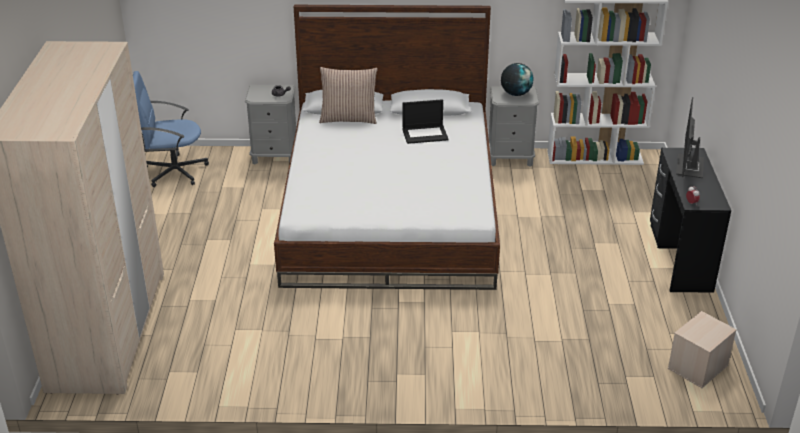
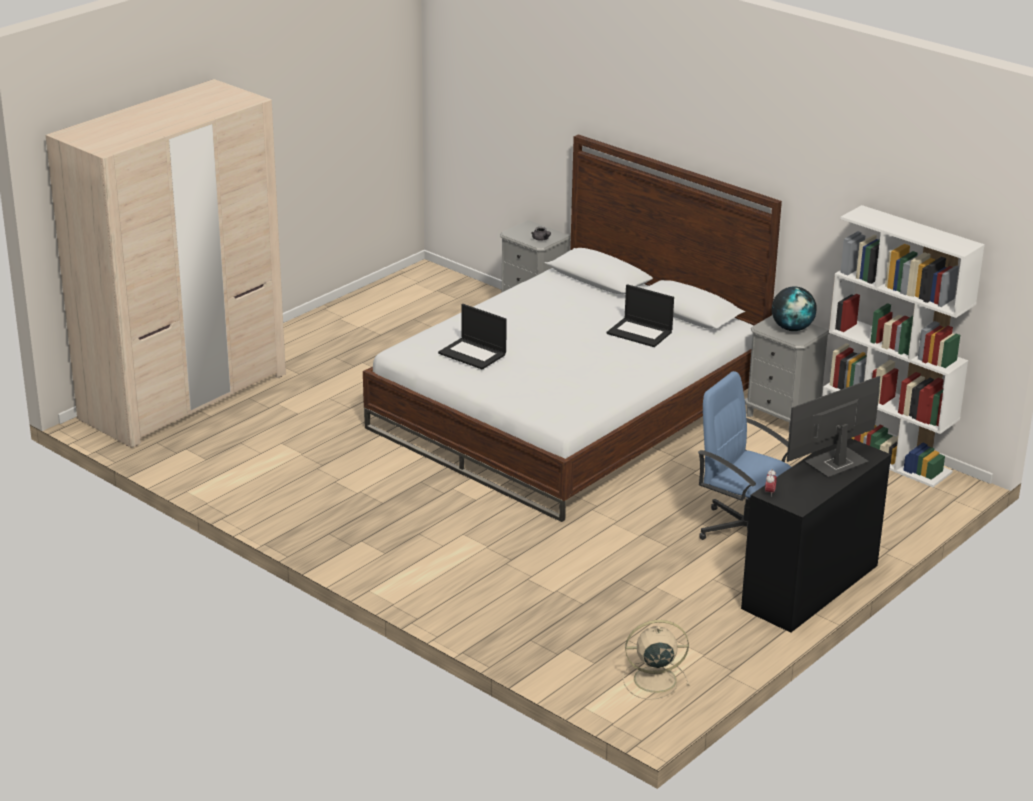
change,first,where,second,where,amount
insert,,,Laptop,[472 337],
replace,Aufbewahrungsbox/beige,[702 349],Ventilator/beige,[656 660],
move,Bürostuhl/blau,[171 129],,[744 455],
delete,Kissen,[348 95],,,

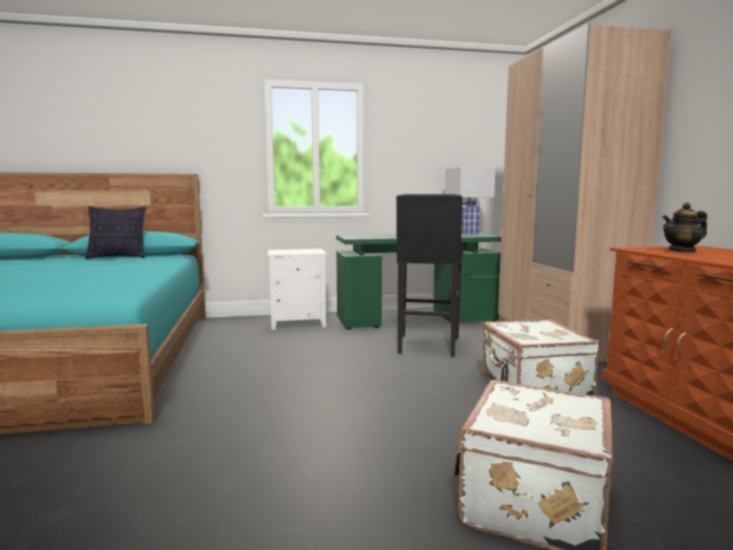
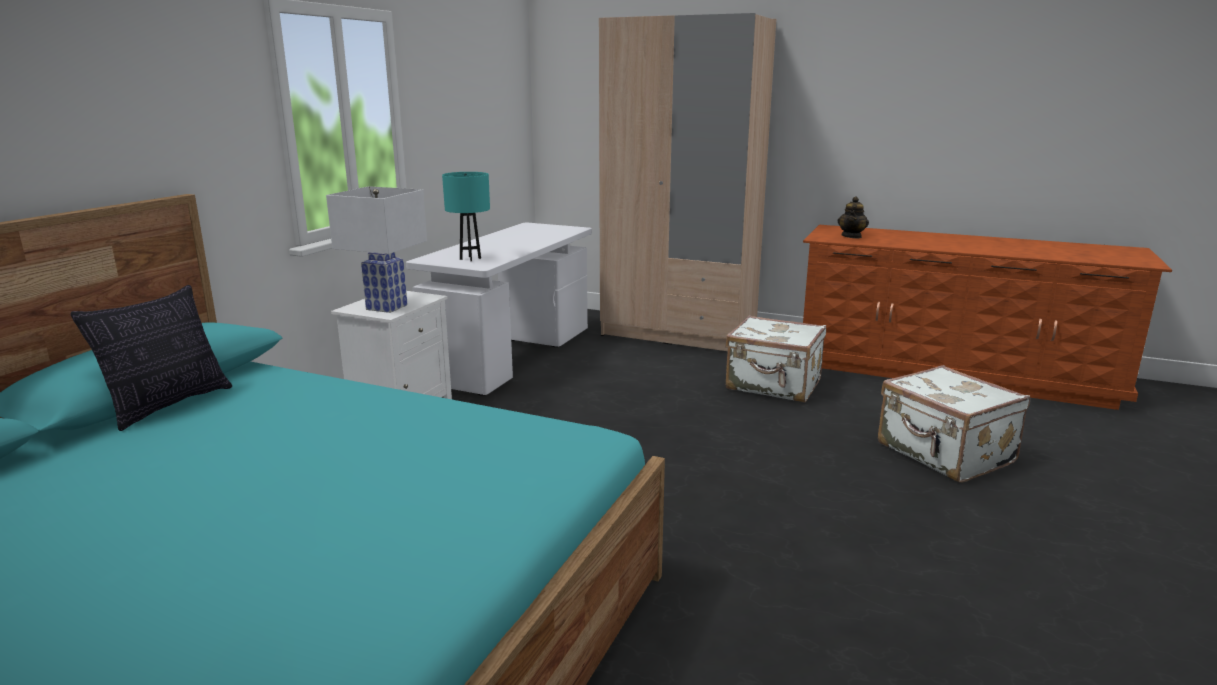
change,first,where,second,where,amount
move,Tischlampe/weiß,[470 200],,[376 249],
recolor,Schreibtisch/grün,[418 280],Schreibtisch/weiß,[499 309],
insert,,,Tischlampe/türkis,[466 216],
delete,Hocker/schwarz,[429 275],,,

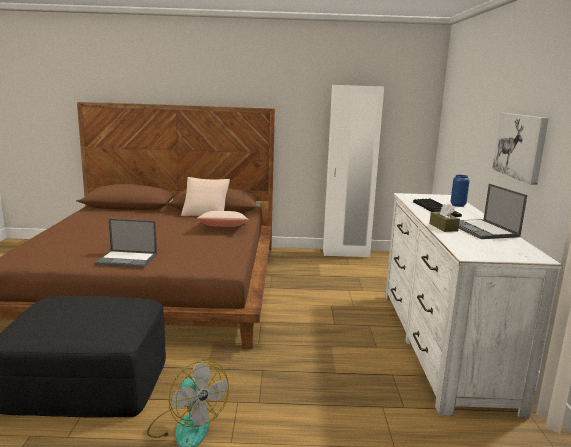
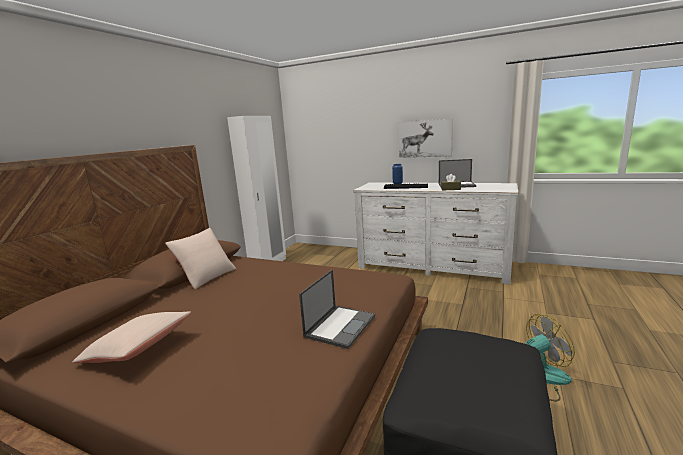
change,first,where,second,where,amount
move,Kissen/beige,[223 219],,[132 337],

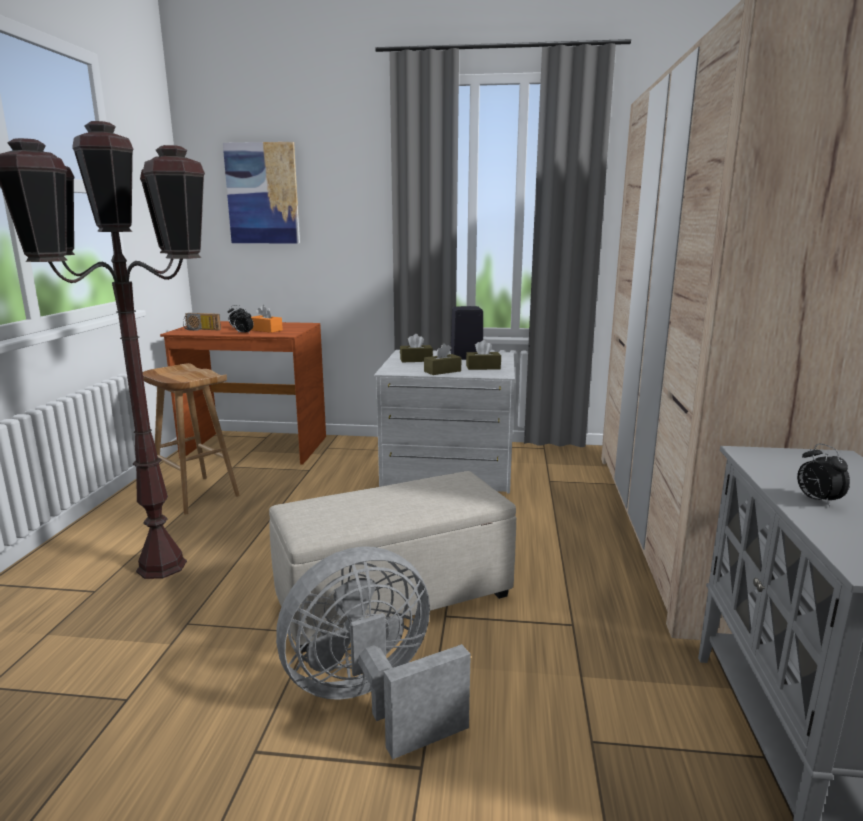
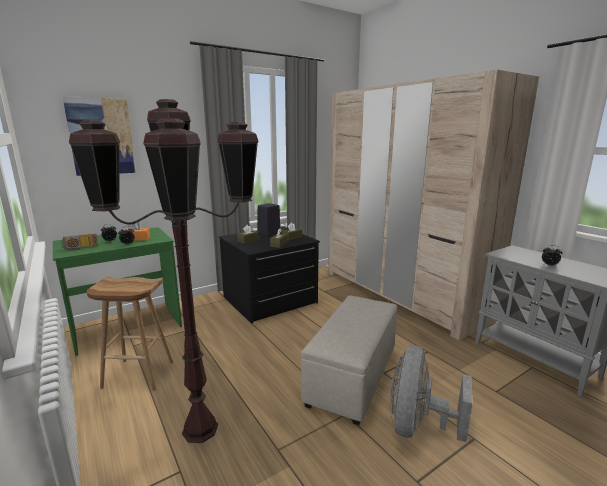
change,first,where,second,where,amount
recolor,Schreibtisch/braun,[243 393],Schreibtisch/grün,[117 291],
recolor,Kommode/weiß,[444 421],Kommode/schwarz,[269 275],

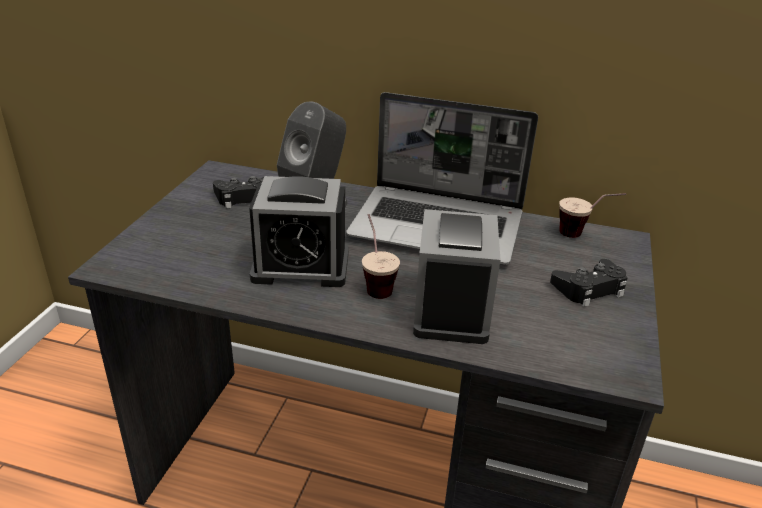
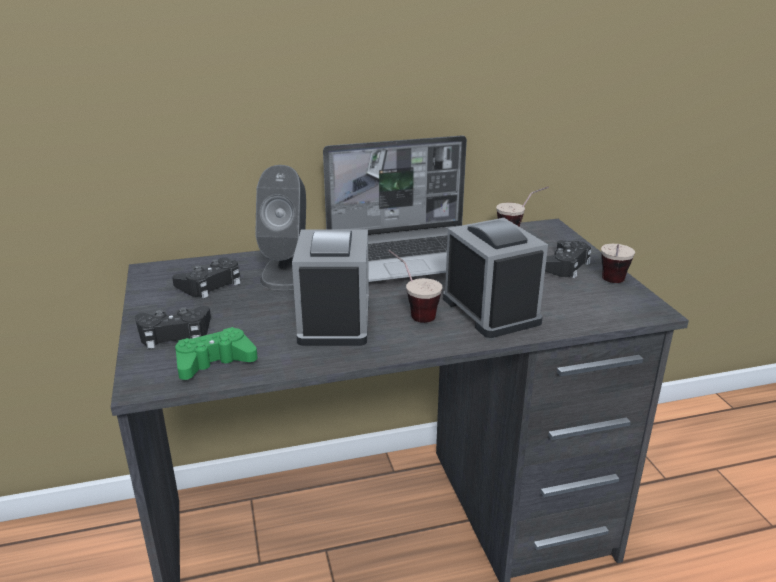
change,first,where,second,where,amount
insert,,,Gamepad/schwarz,[173 327],
insert,,,Gamepad/grün,[216 353],
rotate,Wecker,[299 231],,[330 288],60 degrees counterclockwise
insert,,,Tasse,[618 263],

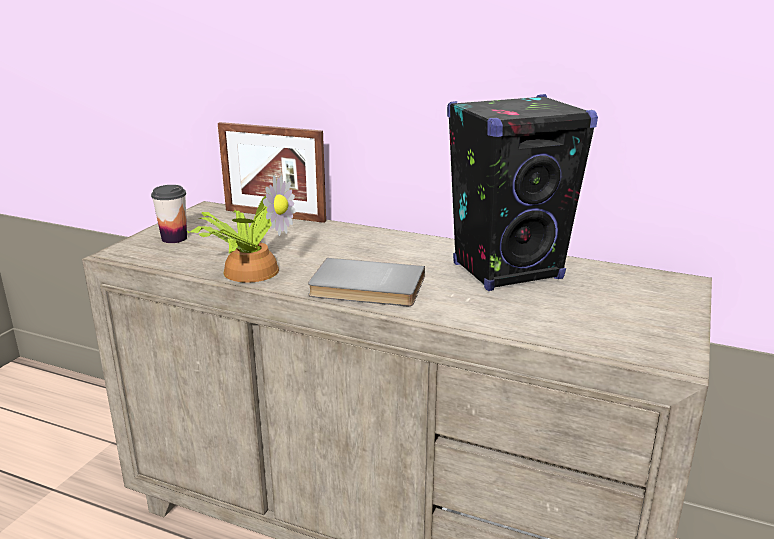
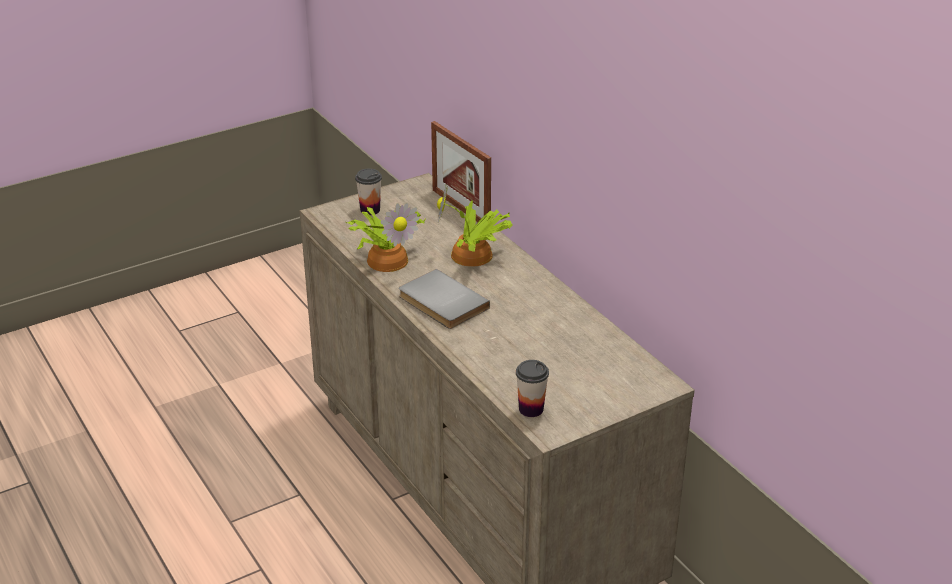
change,first,where,second,where,amount
insert,,,Topfpflanze,[474 225],
insert,,,Tasse,[532 388],
delete,Lautsprecher/schwarz,[522 192],,,

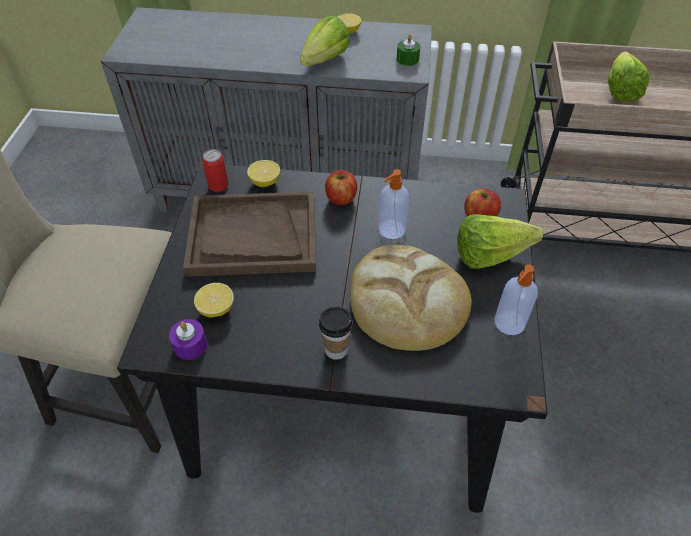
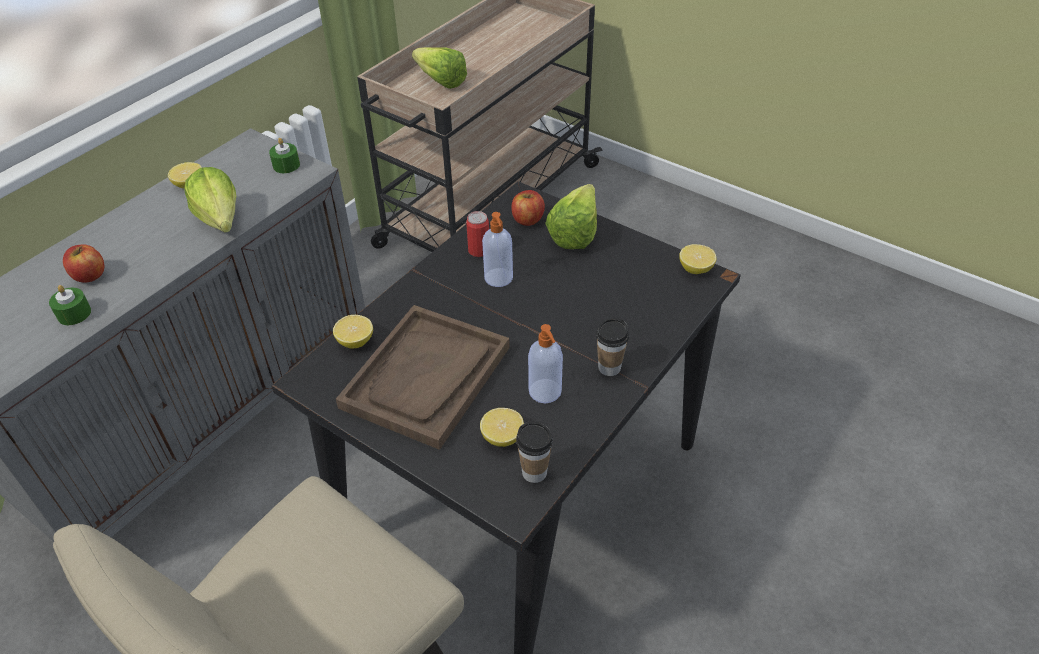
change,first,where,second,where,amount
insert,,,Kerze/grün,[70 305],
move,Apfel,[341 187],,[83 263],
move,Dose,[215 170],,[477 234],
replace,Kerze/lila,[188 339],Tasse,[534 452],
move,Seifenspender,[516 299],,[545 363],
insert,,,Zitrone,[697 259],
delete,Brot,[411 298],,,

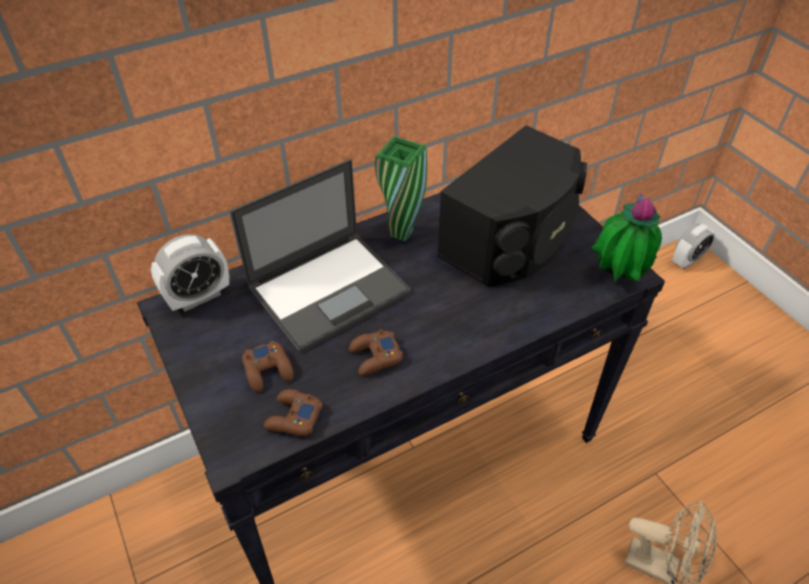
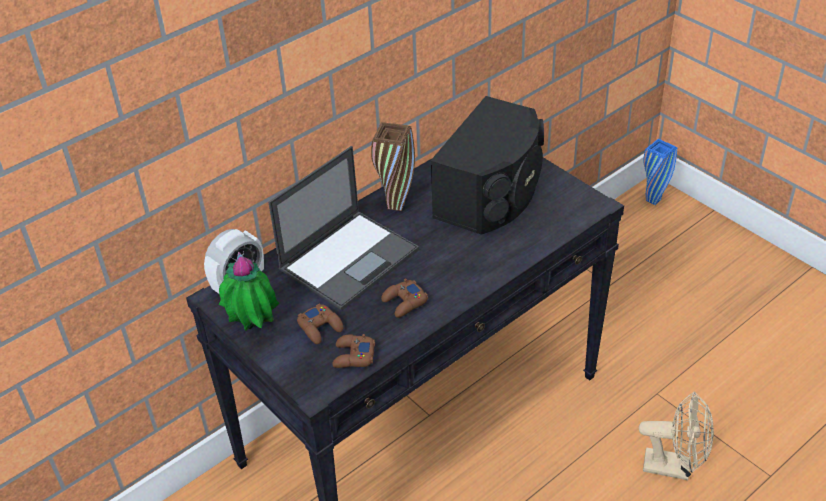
change,first,where,second,where,amount
move,Topfpflanze,[626 237],,[249 291],
recolor,Vase/grün,[401 189],Vase/braun,[393 166],
replace,Wecker,[693 246],Vase/blau,[660 172],

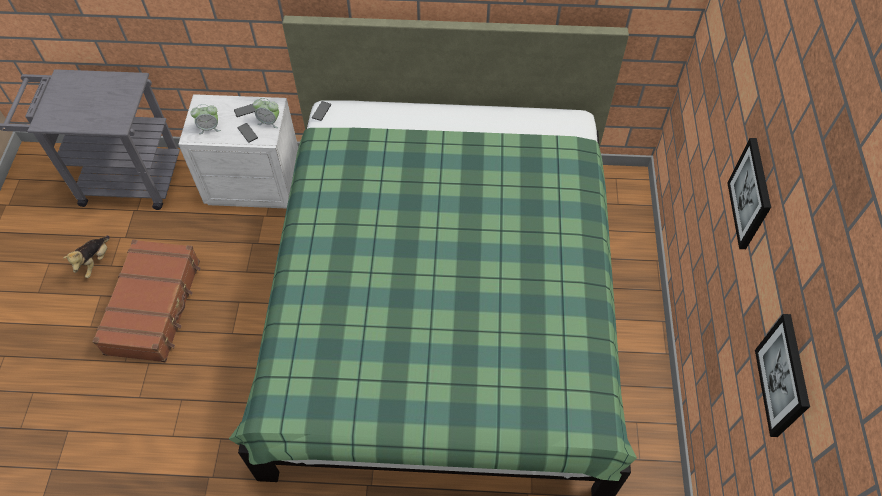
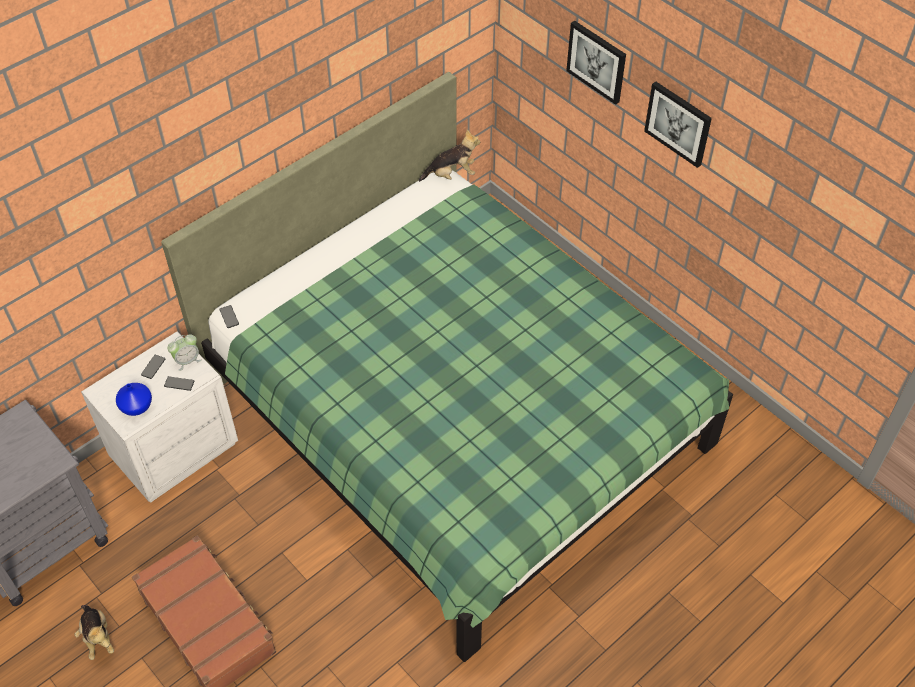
change,first,where,second,where,amount
replace,Wecker,[205 119],Vase/blau,[134 399],
insert,,,Plüschtier,[449 155],
move,Bild,[782 375],,[596 63],

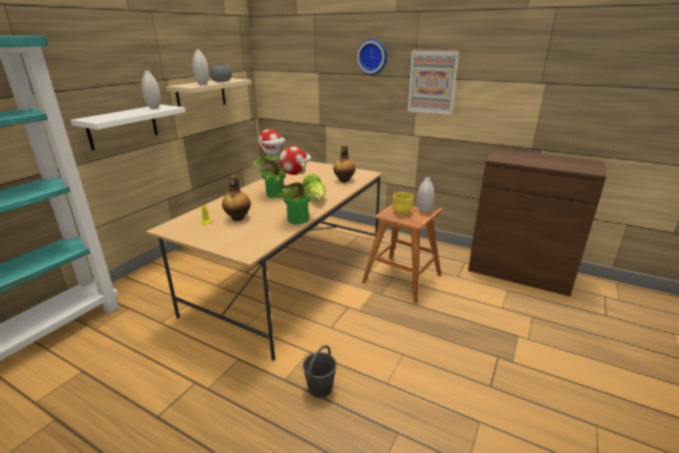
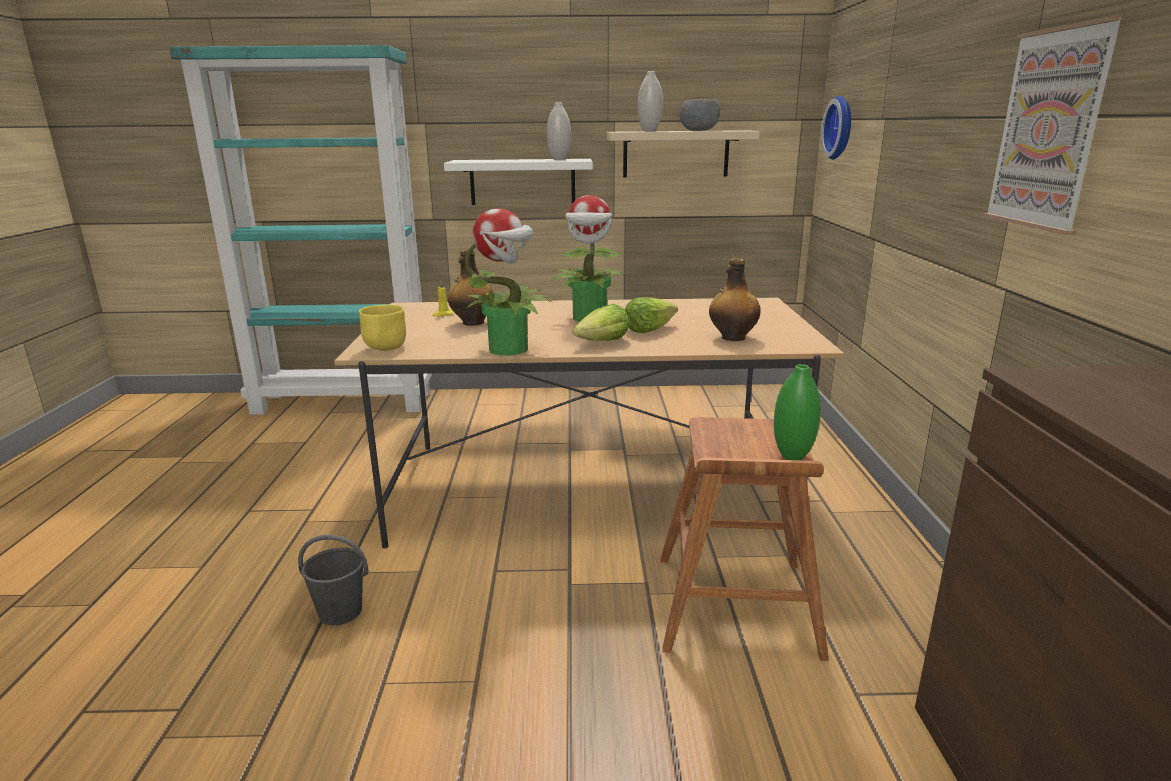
change,first,where,second,where,amount
move,Schüssel/gelb,[403 203],,[382 328],
recolor,Vase/weiß,[425 195],Vase/grün,[797 412],
move,Wanduhr,[372 57],,[836 128],

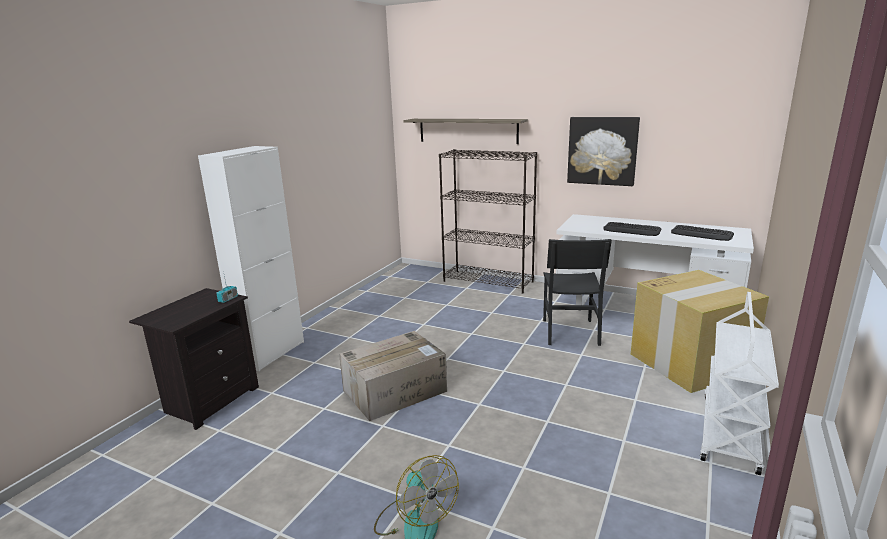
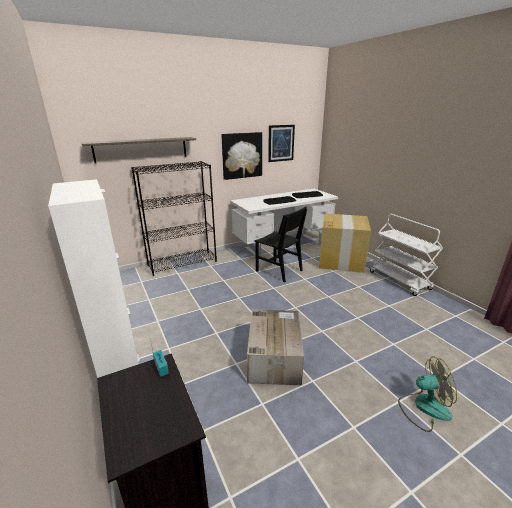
change,first,where,second,where,amount
insert,,,Bild,[281 143],

